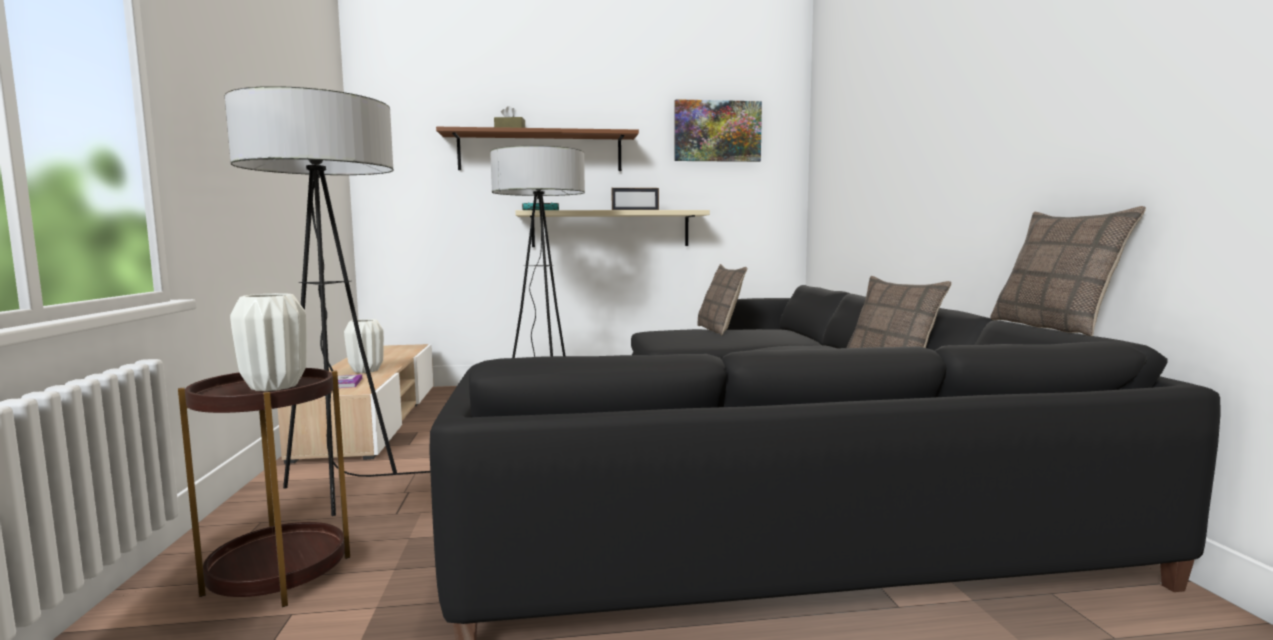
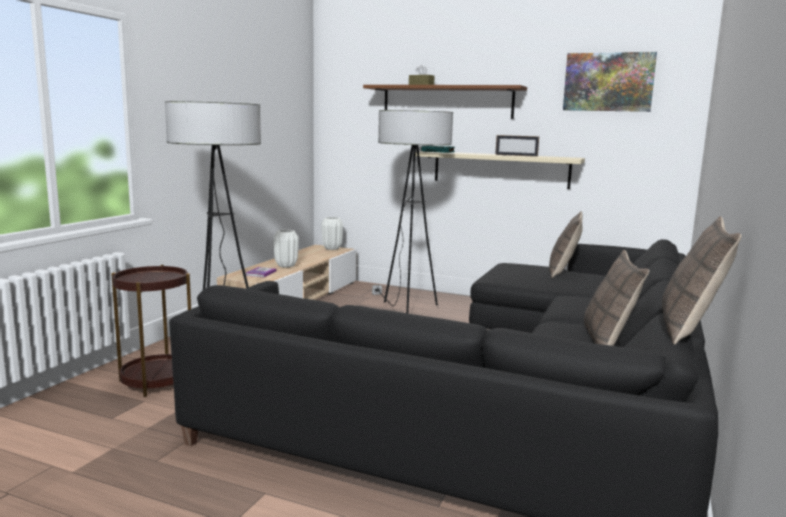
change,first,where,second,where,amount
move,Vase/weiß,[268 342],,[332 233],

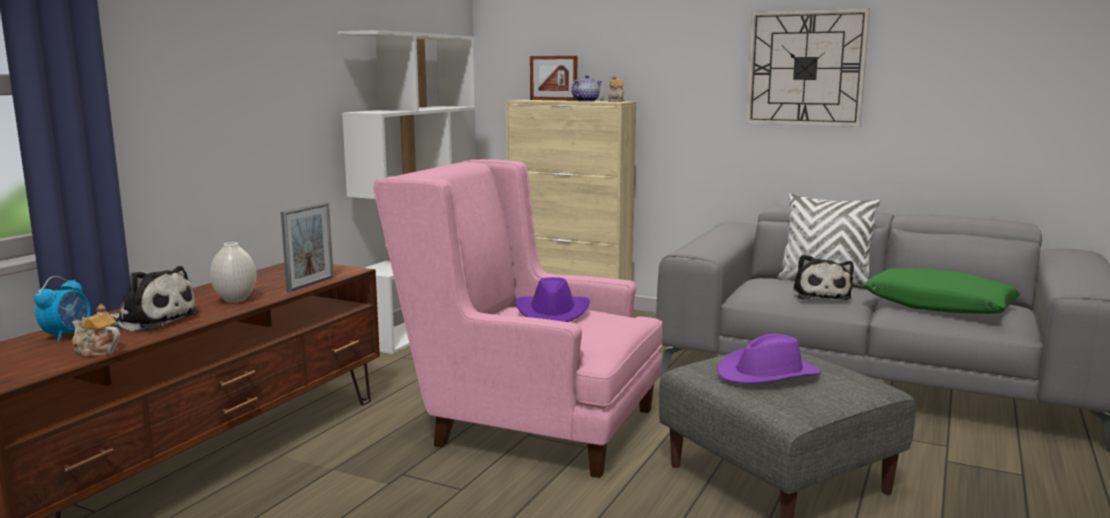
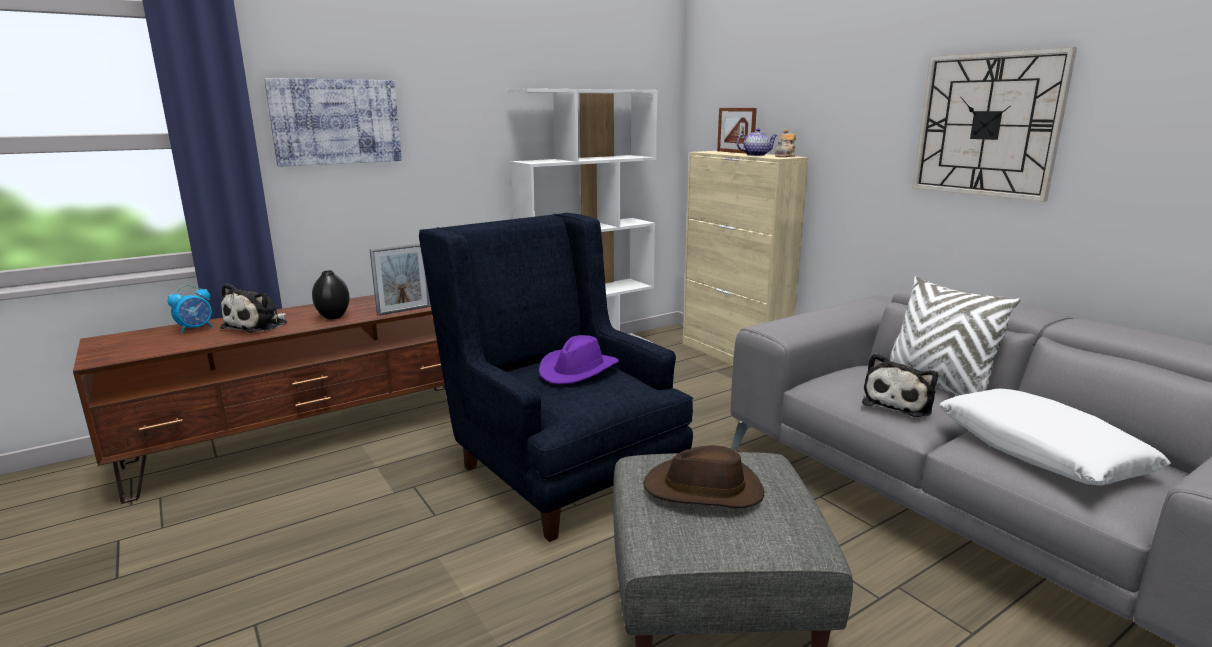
change,first,where,second,where,amount
rotate,Plüschtier,[154 298],,[253 307],60 degrees clockwise
insert,,,Bild,[333 122],
recolor,Vase/weiß,[233 272],Vase/schwarz,[331 294],
recolor,Sessel/rosa,[518 318],Sessel/blau,[556 377],
recolor,Hut/lila,[769 359],Hut/braun,[703 476],
recolor,Kissen/grün,[941 291],Kissen/weiß,[1055 437],
delete,Teekanne,[96 330],,,

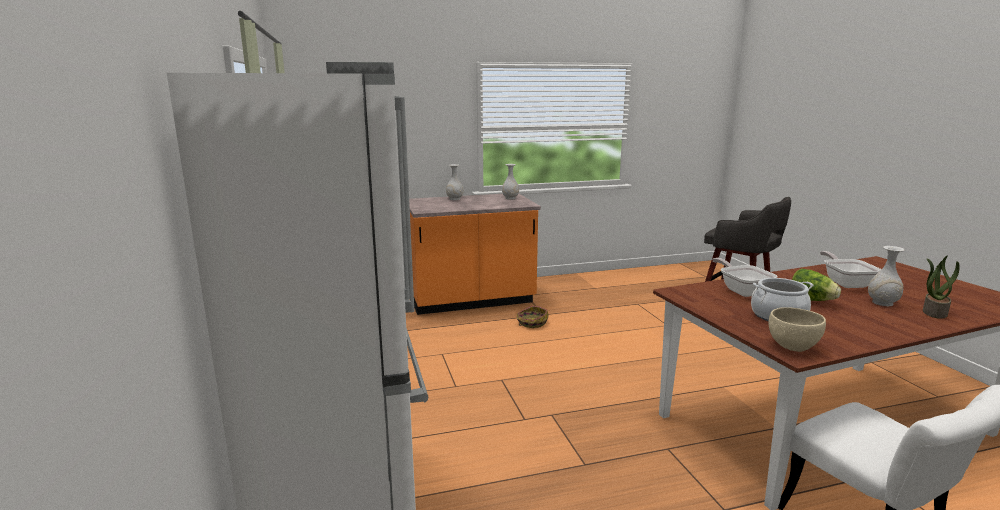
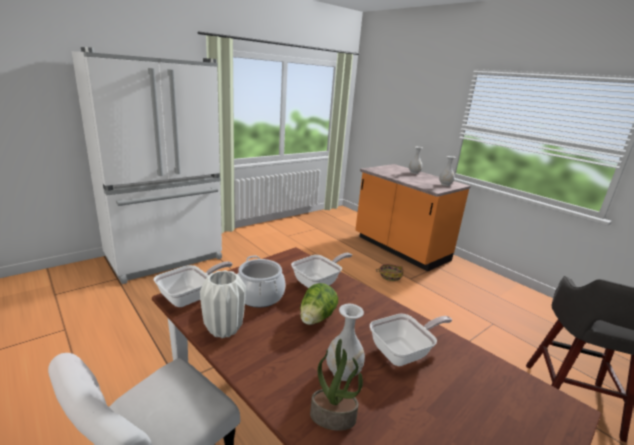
change,first,where,second,where,amount
replace,Schüssel/beige,[797 329],Pfanne,[192 284],
insert,,,Vase/weiß,[223 304],

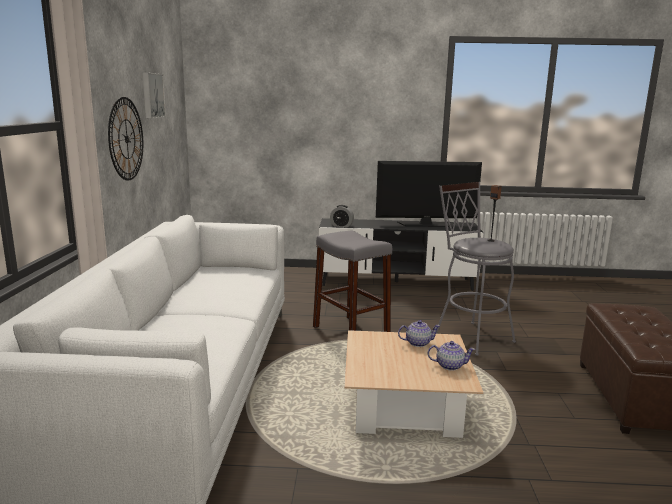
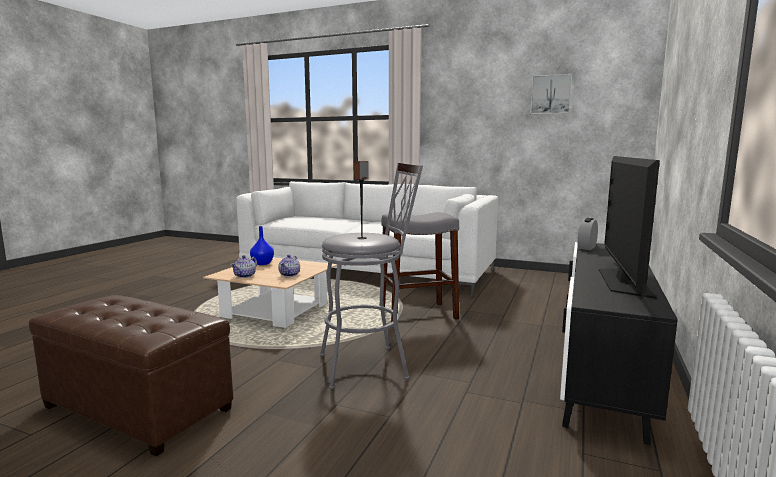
change,first,where,second,where,amount
insert,,,Vase/blau,[262 245],
delete,Wanduhr,[125 139],,,

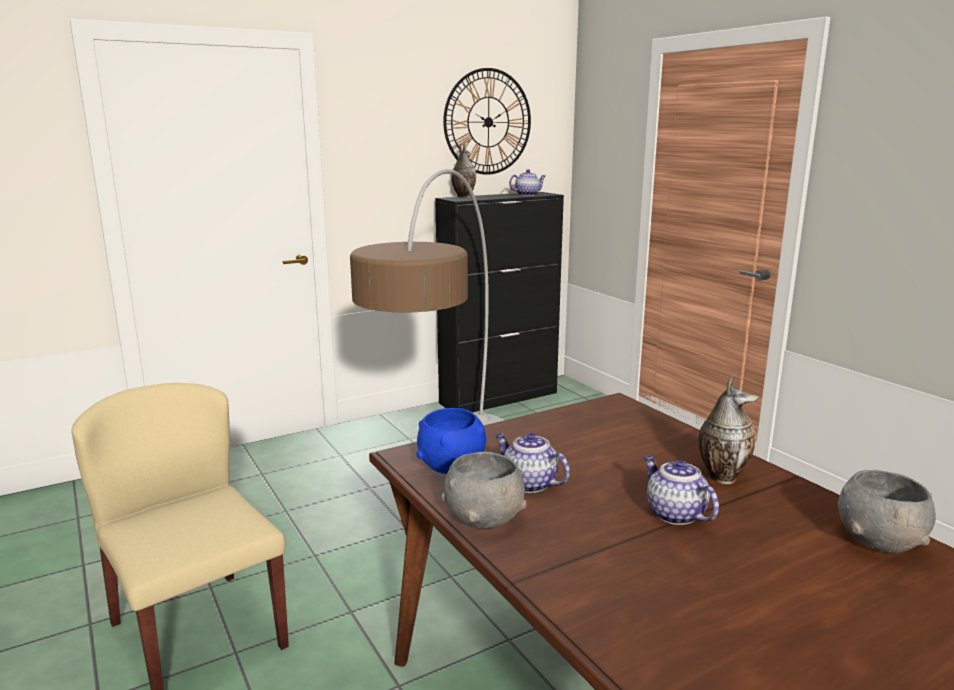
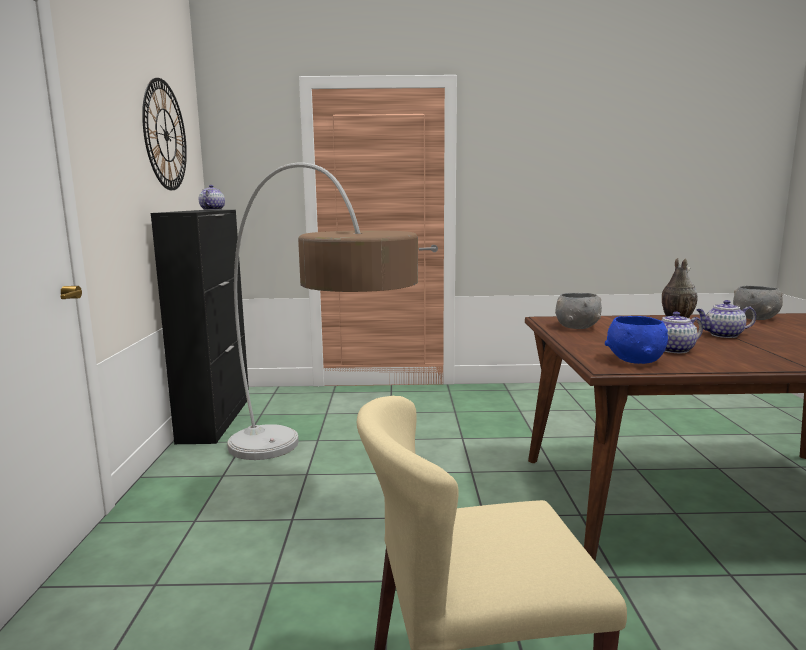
change,first,where,second,where,amount
move,Schüssel/grau,[484 490],,[578 311],
delete,Vase,[463 171],,,

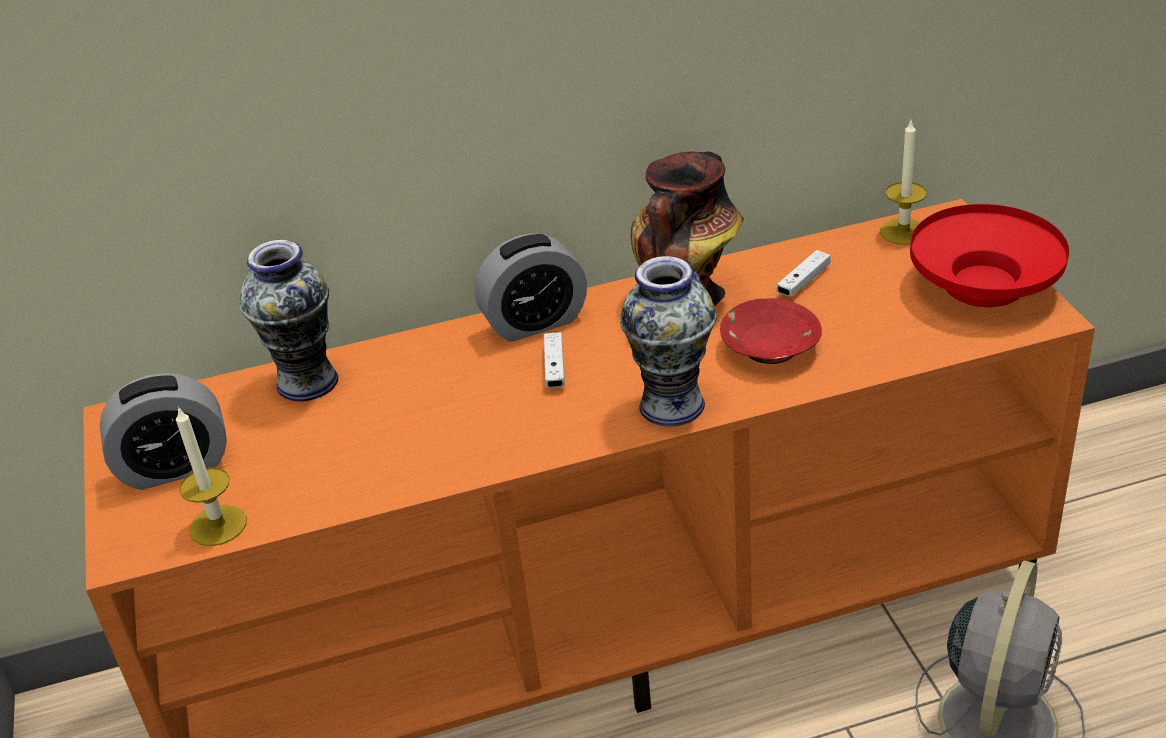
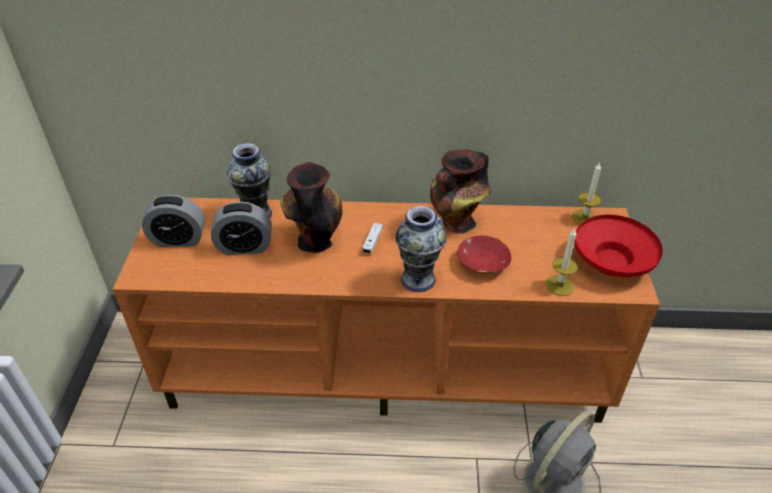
change,first,where,second,where,amount
move,Wecker,[531 287],,[241 228],
insert,,,Vase,[311 207],
move,Kerze,[211 476],,[562 261],
delete,Gamepad/weiß,[803 273],,,

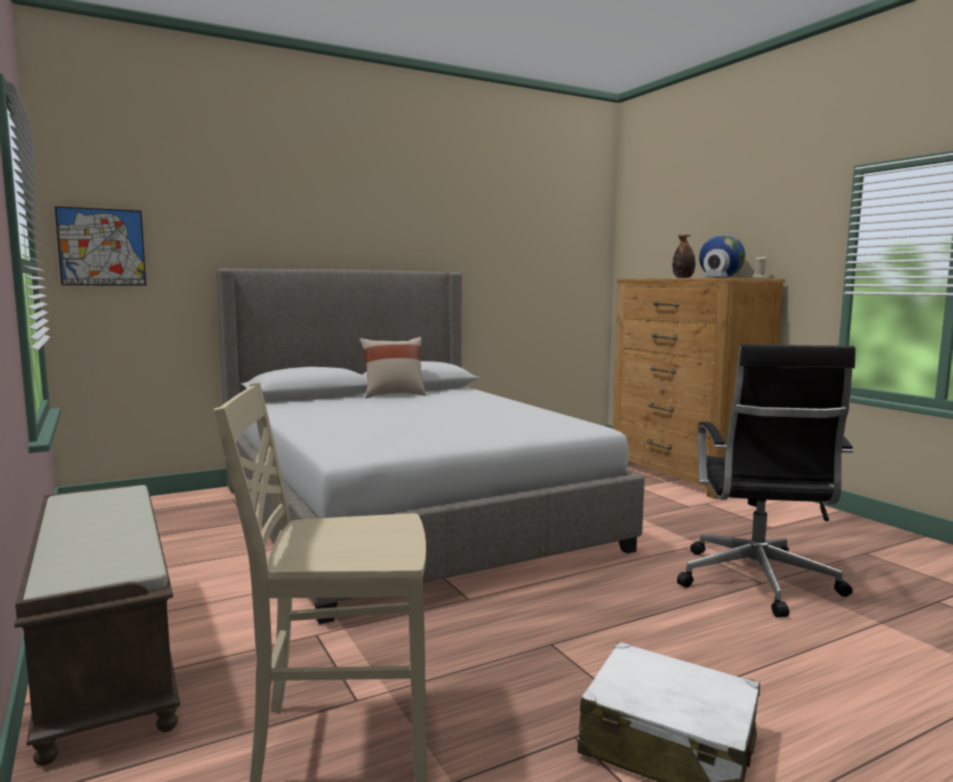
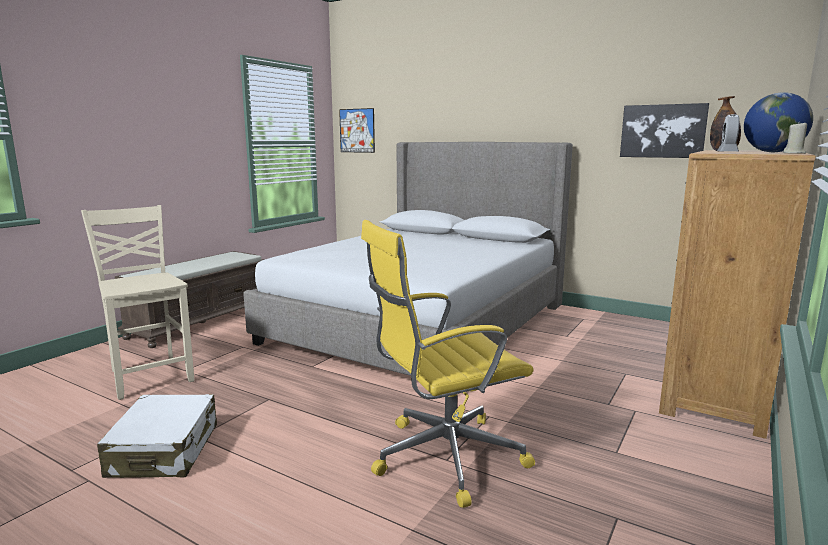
change,first,where,second,where,amount
recolor,Bürostuhl/schwarz,[766 481],Bürostuhl/gelb,[448 364],
insert,,,Bild,[664 130],
delete,Kissen/beige,[393 367],,,

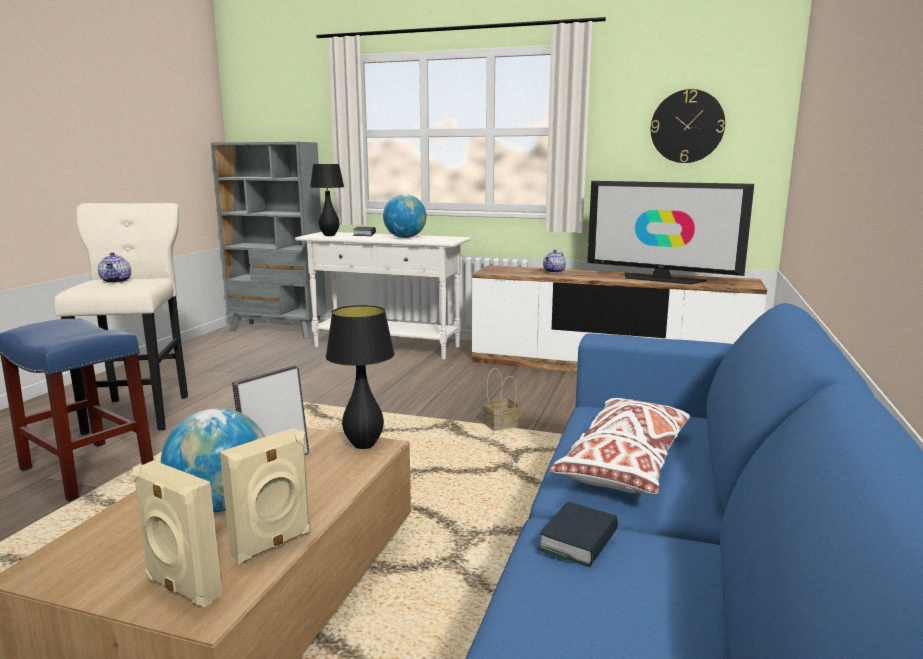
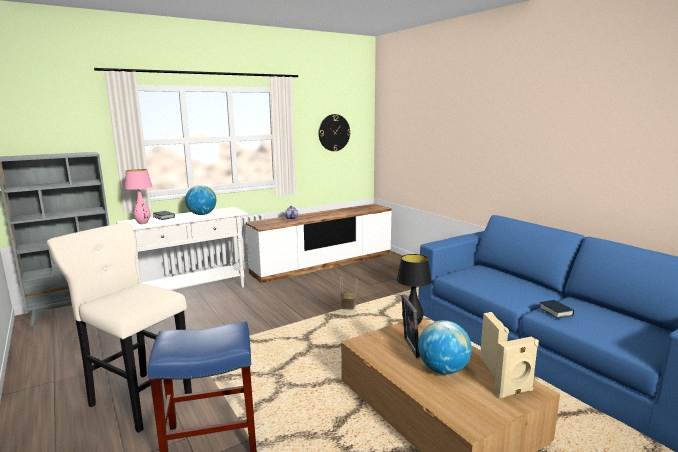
change,first,where,second,where,amount
recolor,Tischlampe/schwarz,[327 200],Tischlampe/rosa,[138 196],
delete,Teekanne,[114 267],,,
delete,Kissen/weiß,[620 446],,,
delete,Fernseher,[670 233],,,

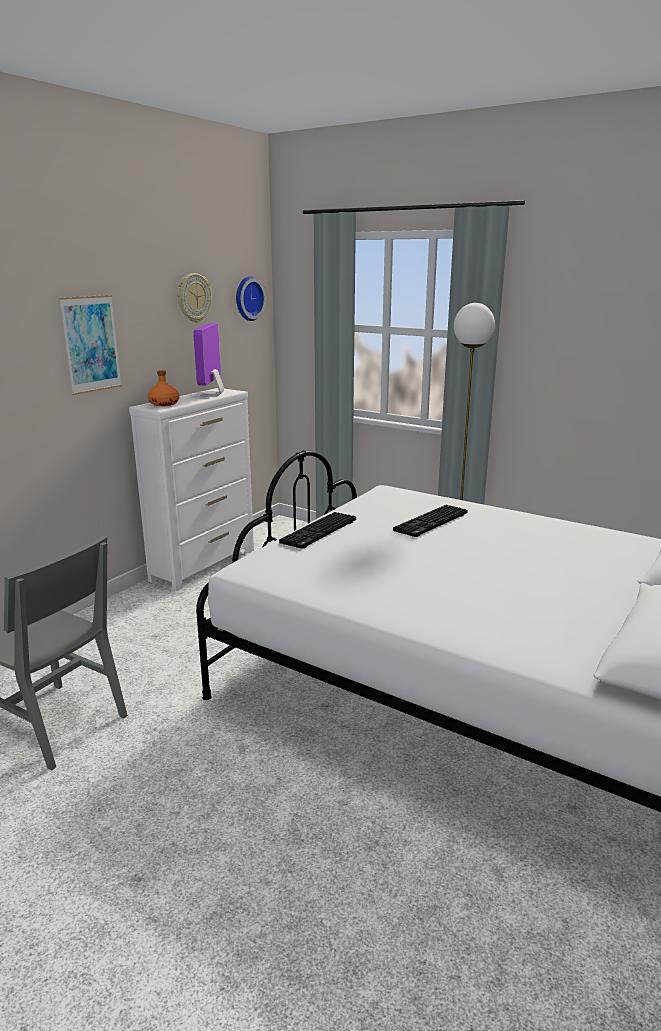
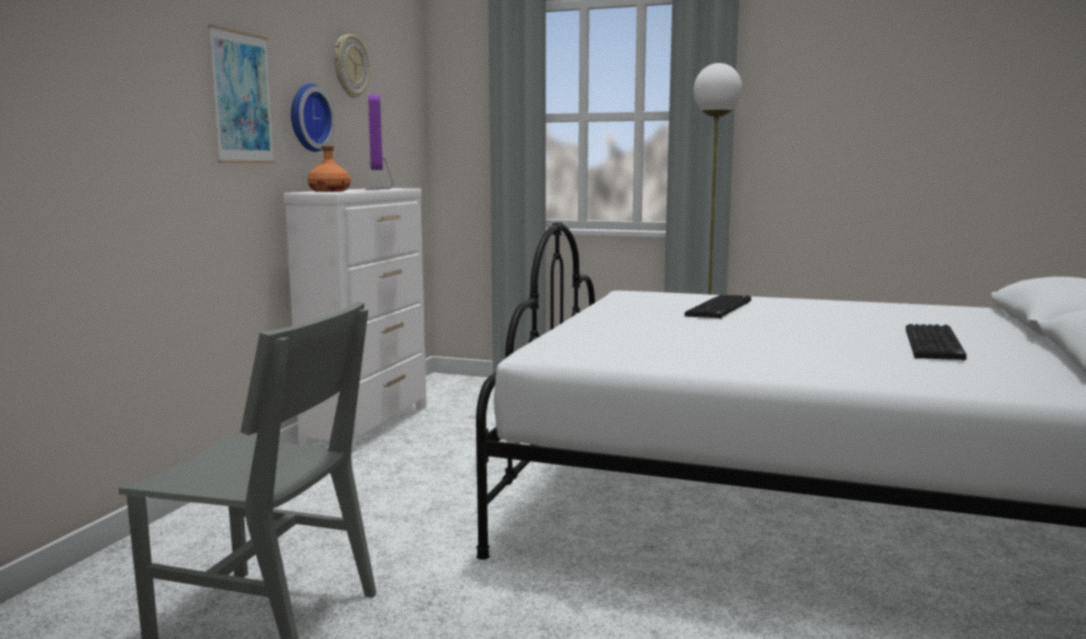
change,first,where,second,where,amount
move,Wanduhr,[251 298],,[313 117],
move,Tastatur,[317 530],,[936 342],

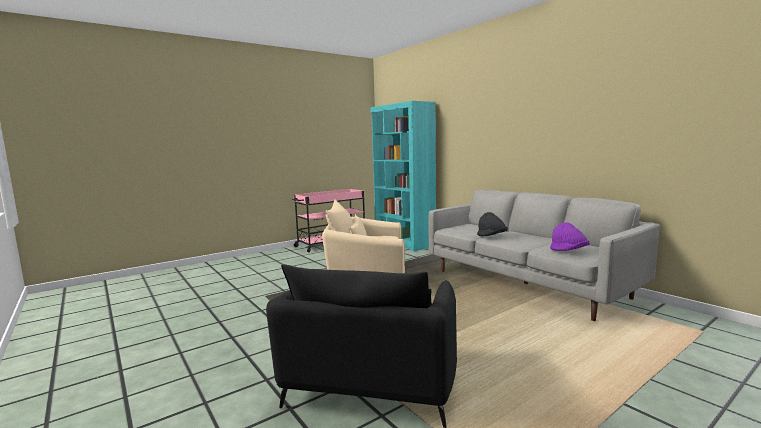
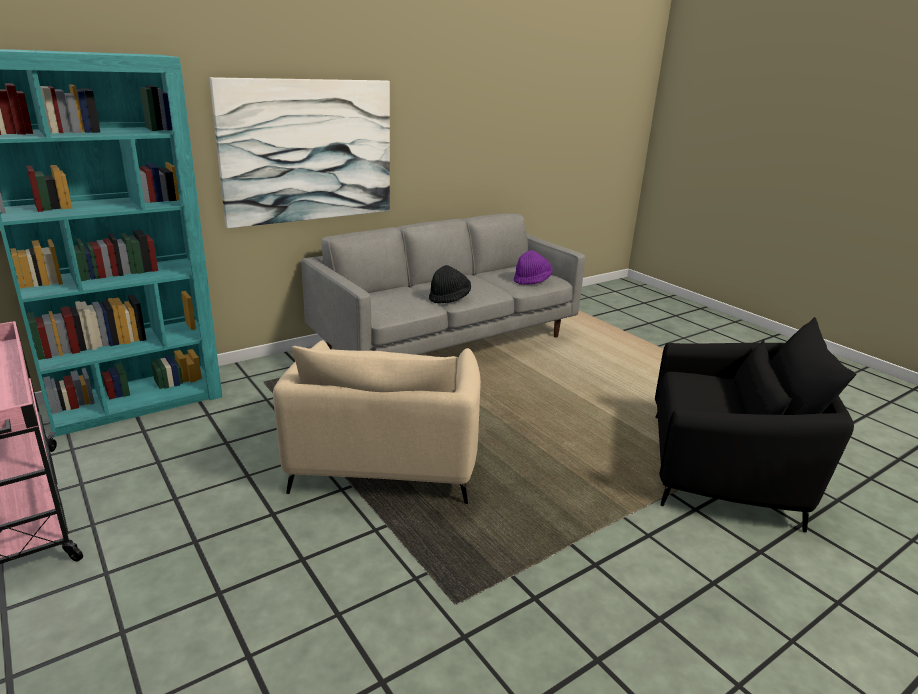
change,first,where,second,where,amount
insert,,,Bild,[300 152],

